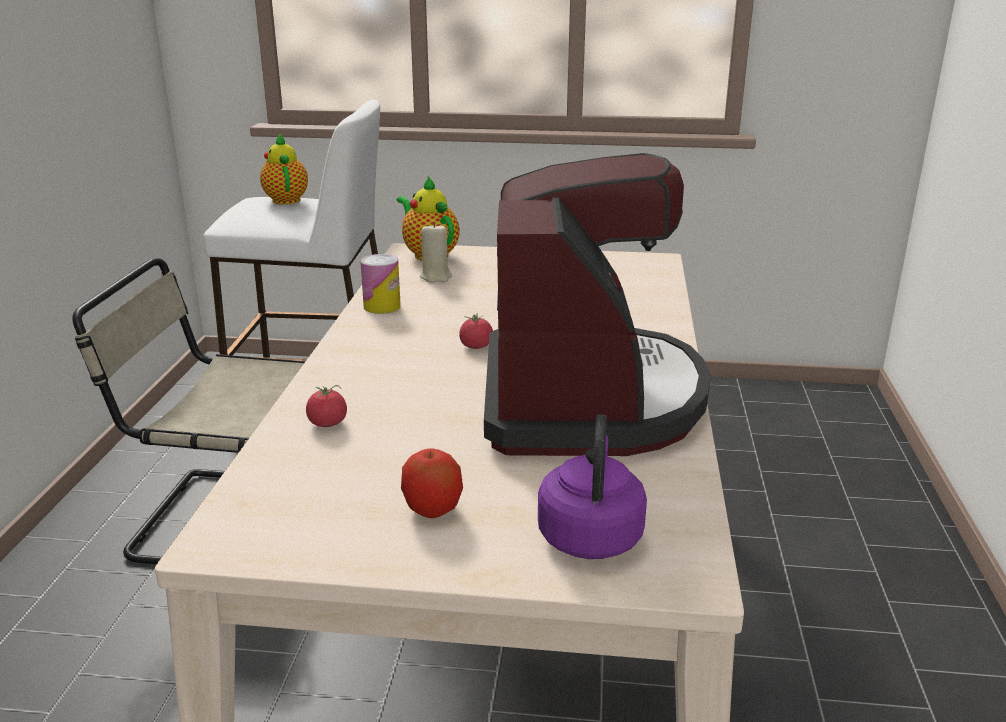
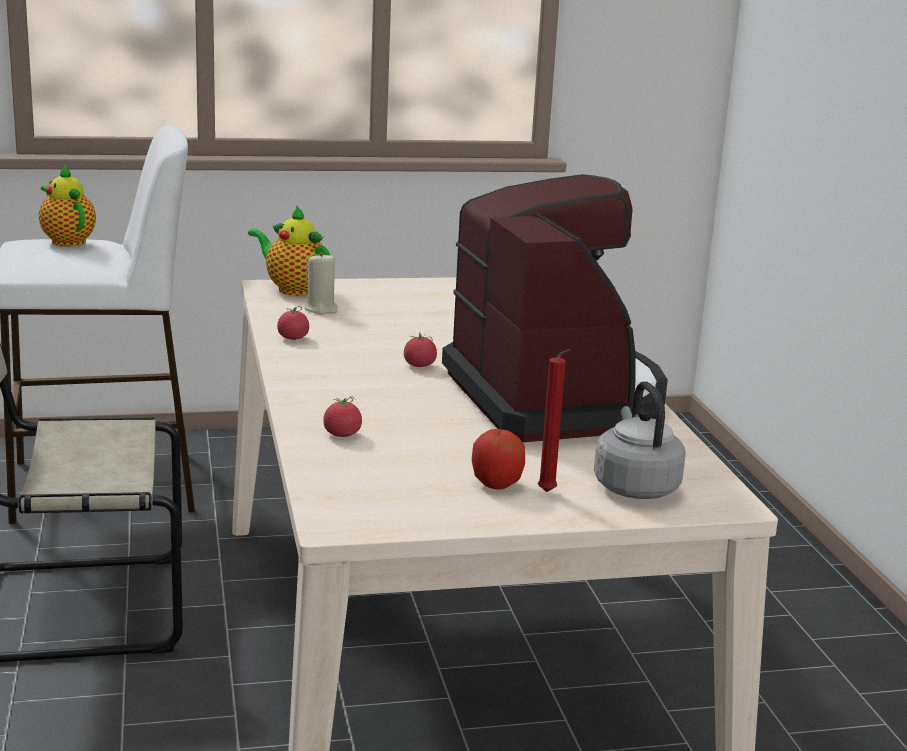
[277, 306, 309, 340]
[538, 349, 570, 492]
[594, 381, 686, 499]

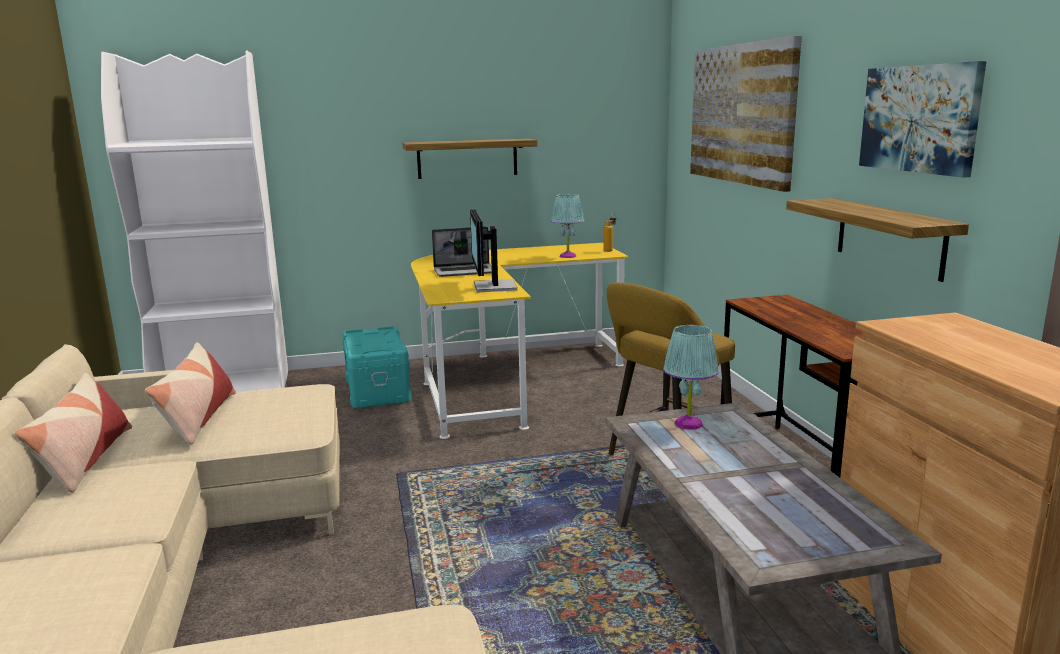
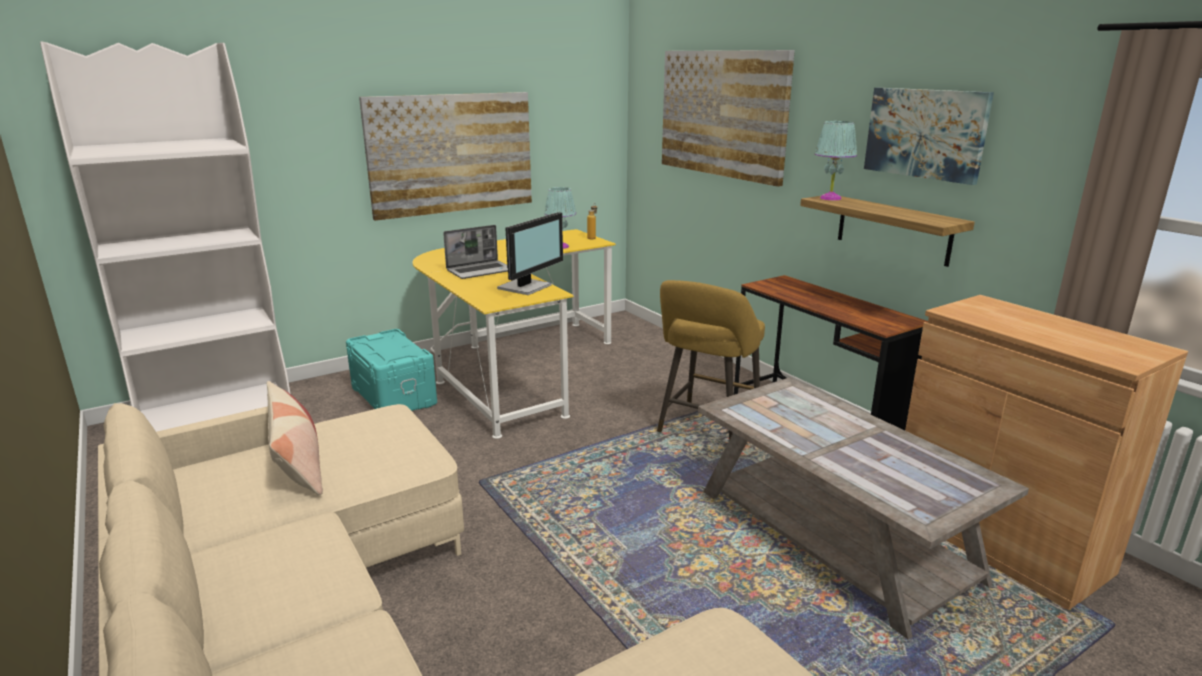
[359, 92, 532, 221]
[497, 212, 563, 295]
[815, 121, 857, 200]
[14, 373, 132, 493] (first image)

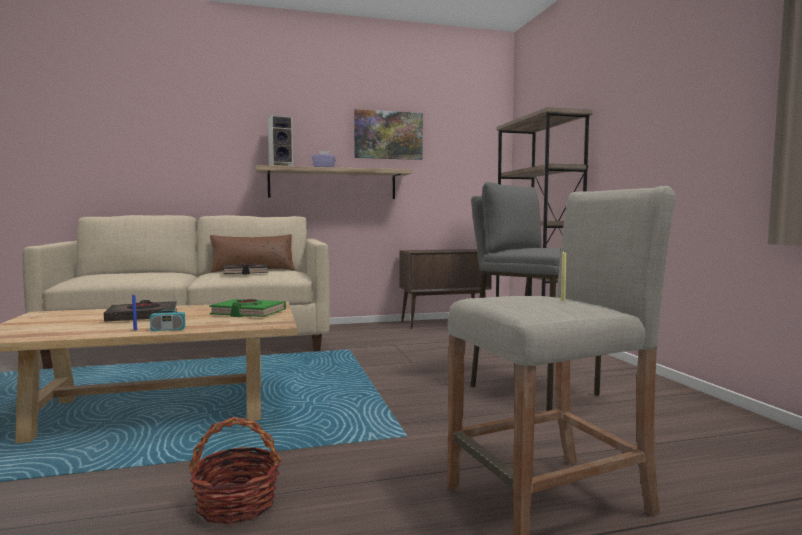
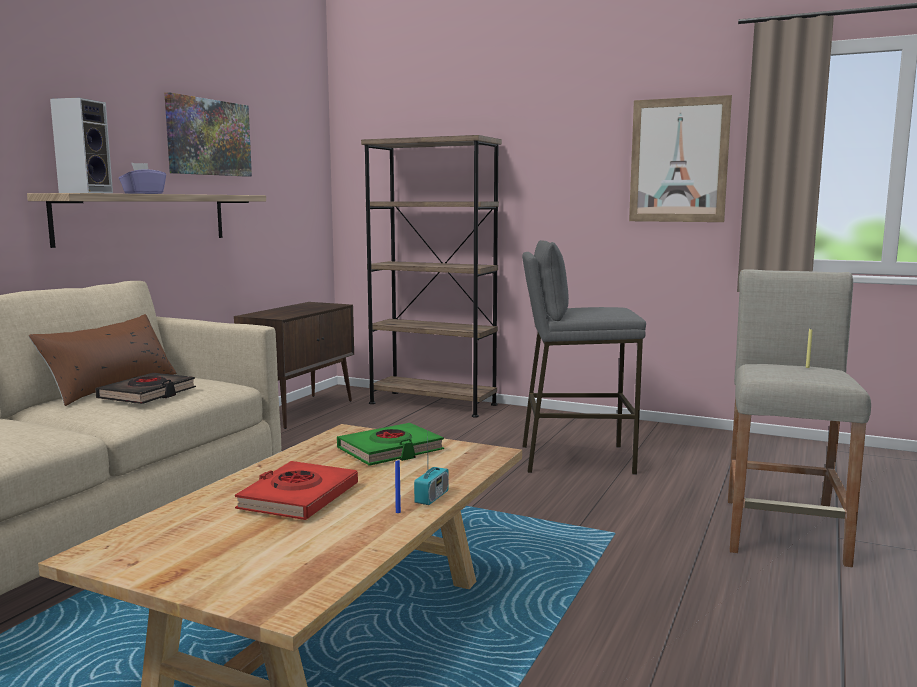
[235, 461, 358, 520]
[629, 95, 732, 222]
[189, 417, 282, 524] (first image)

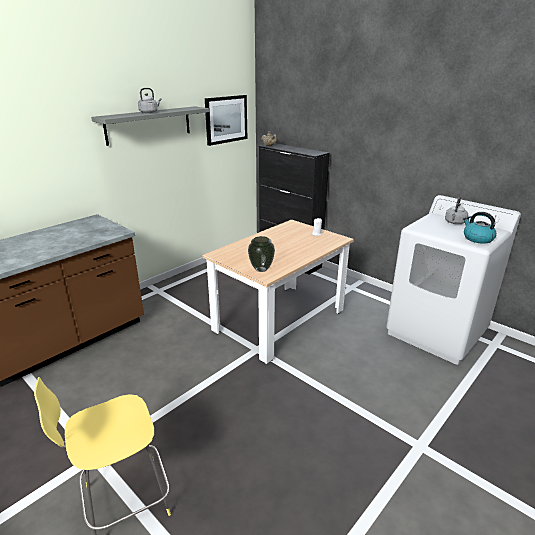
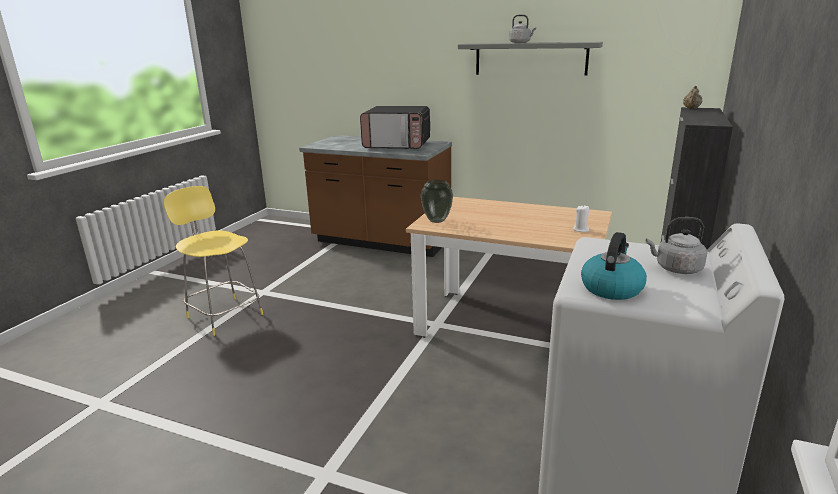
[360, 106, 430, 149]
[205, 95, 247, 146] (first image)

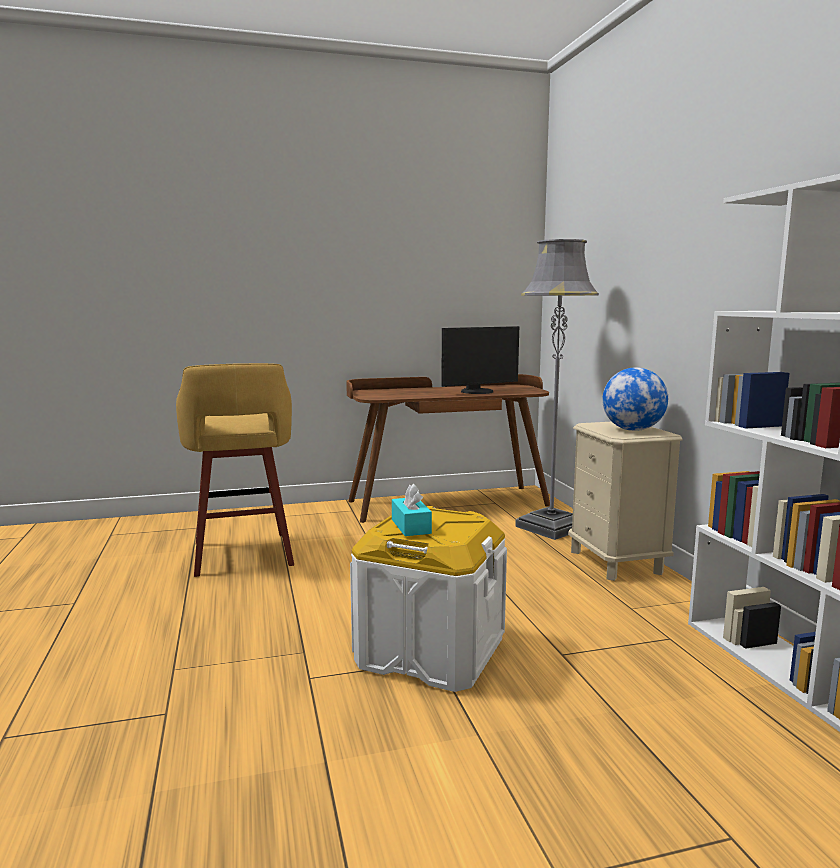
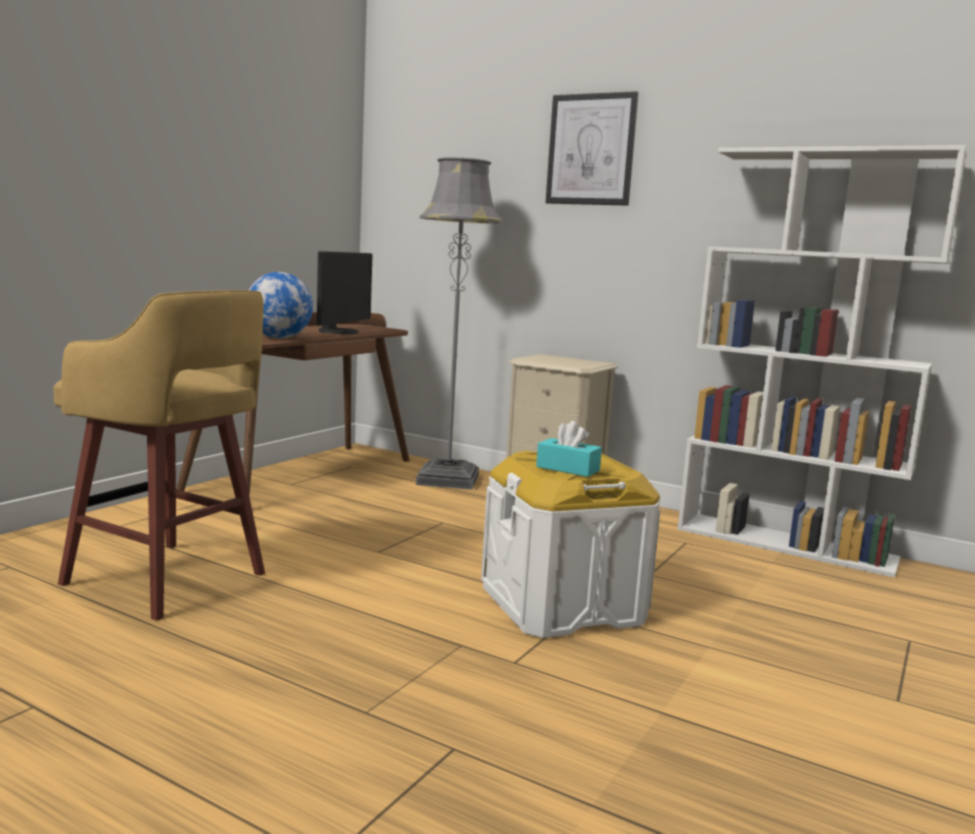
[249, 272, 313, 338]
[546, 91, 639, 206]

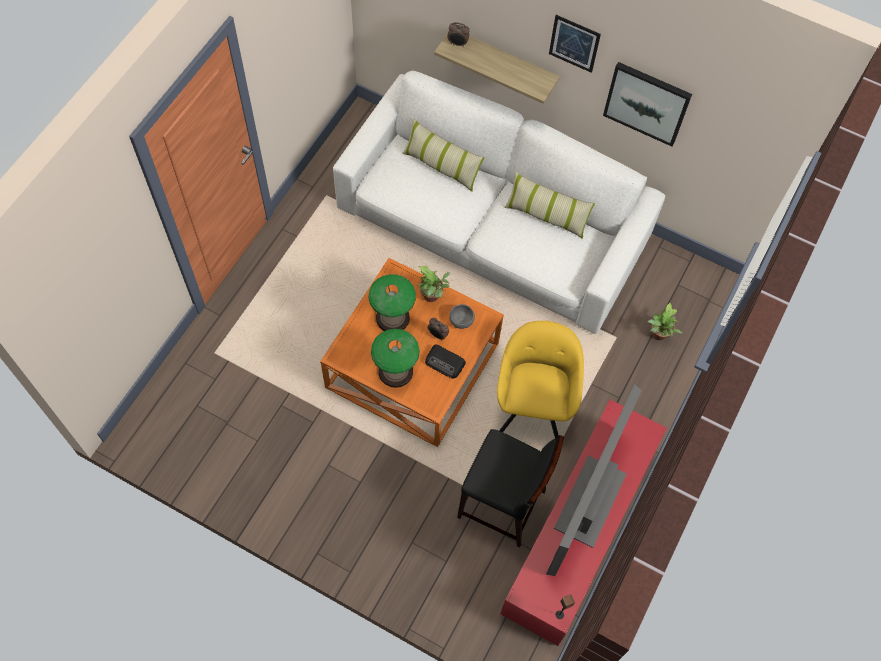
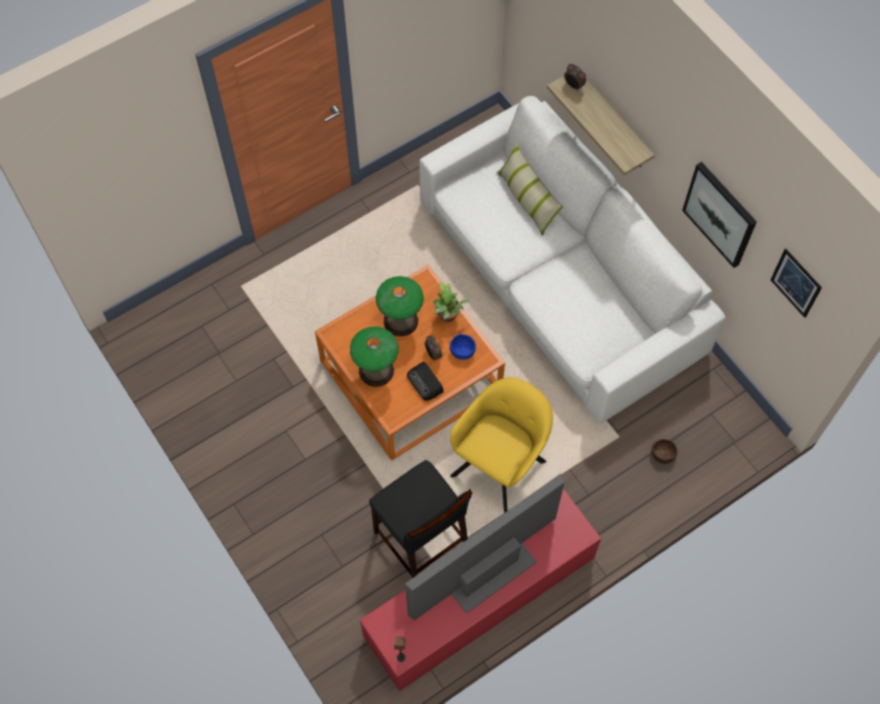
[450, 334, 476, 360]
[651, 439, 677, 464]
[771, 249, 822, 318]
[504, 171, 595, 239] (first image)

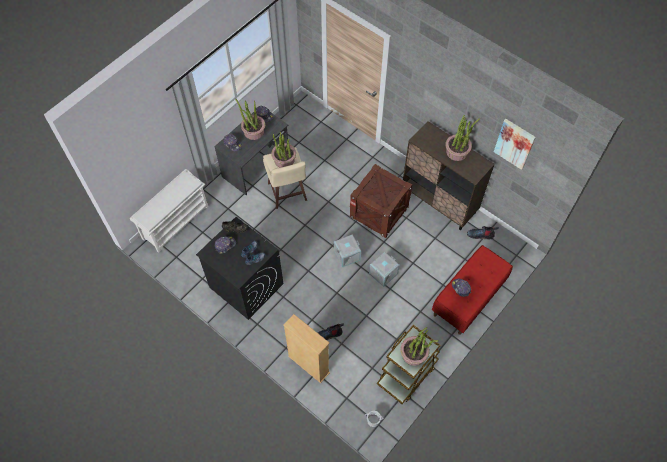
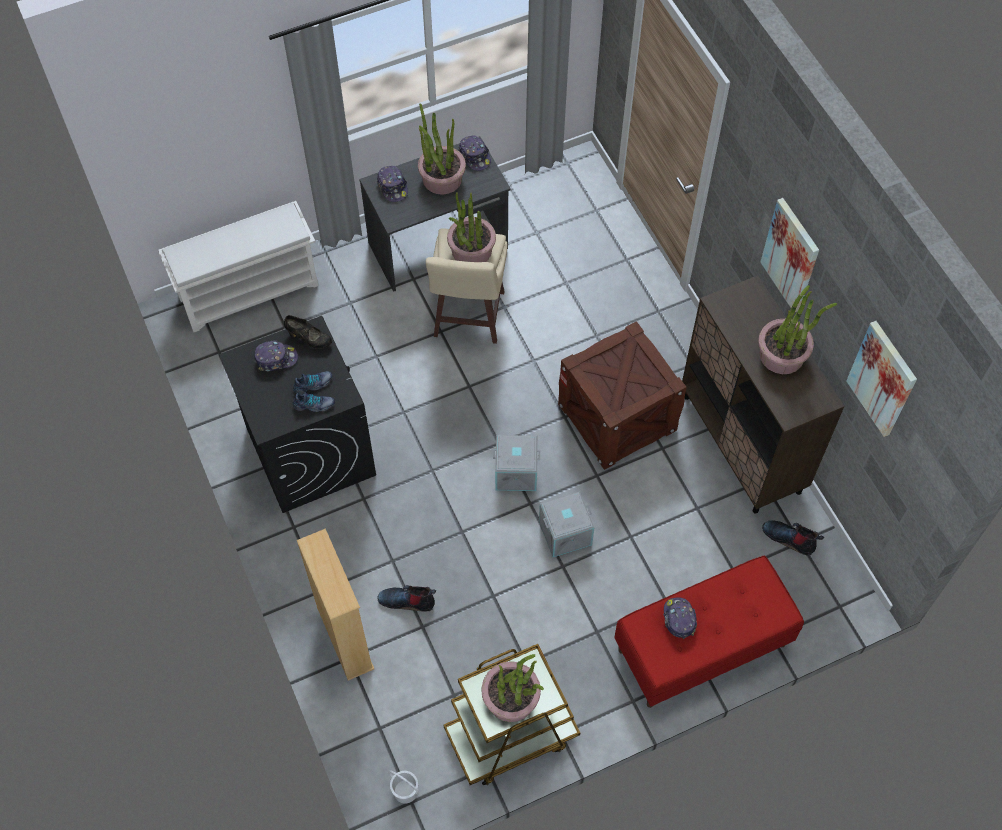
[761, 198, 819, 312]

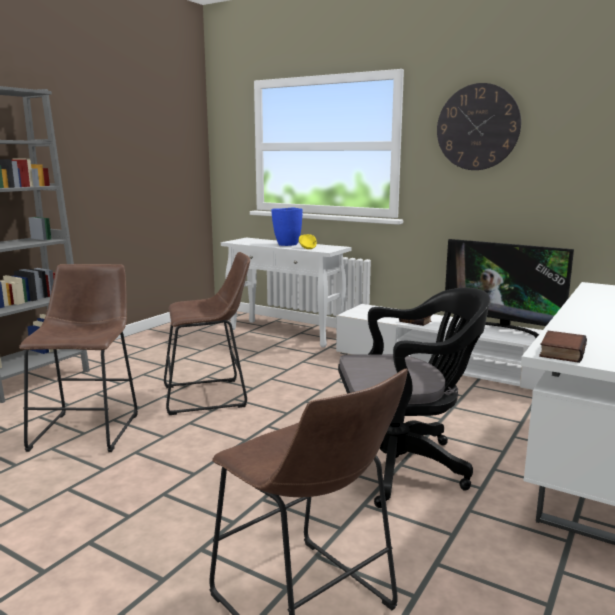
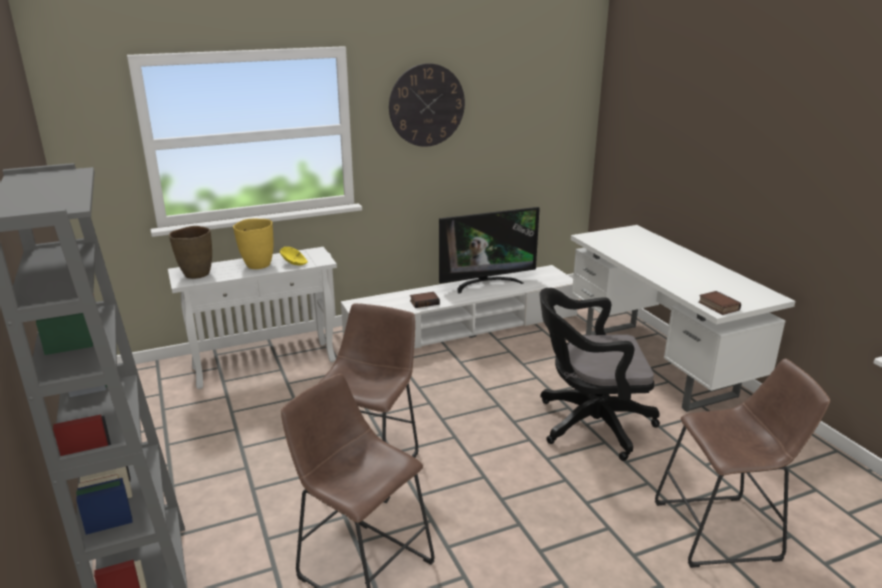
[169, 226, 212, 279]
[233, 219, 273, 269]
[539, 288, 660, 461]

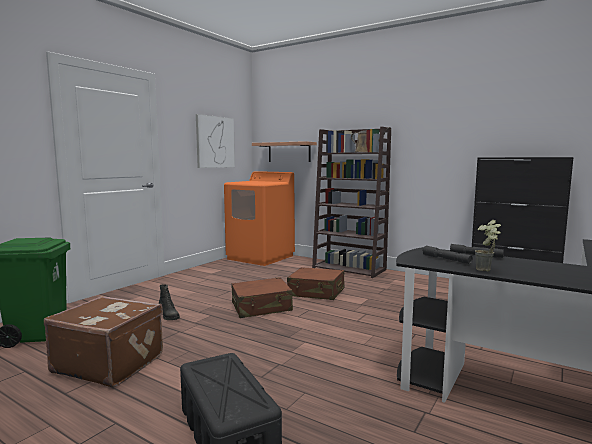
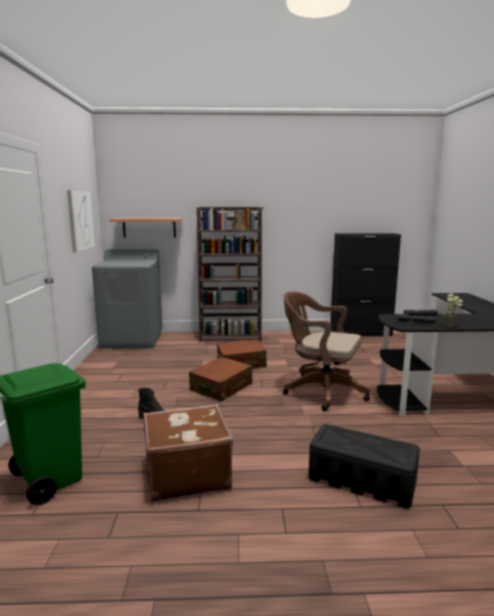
[92, 249, 163, 349]
[283, 291, 370, 411]

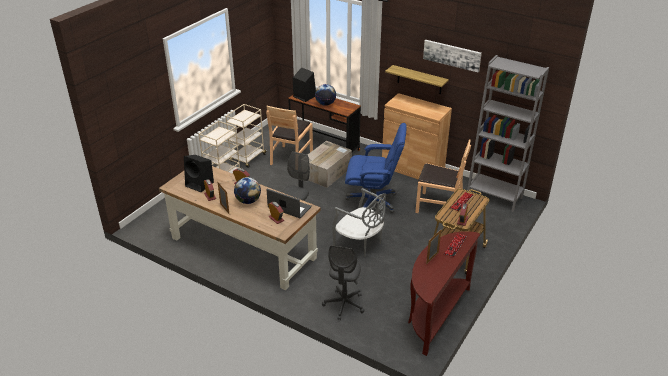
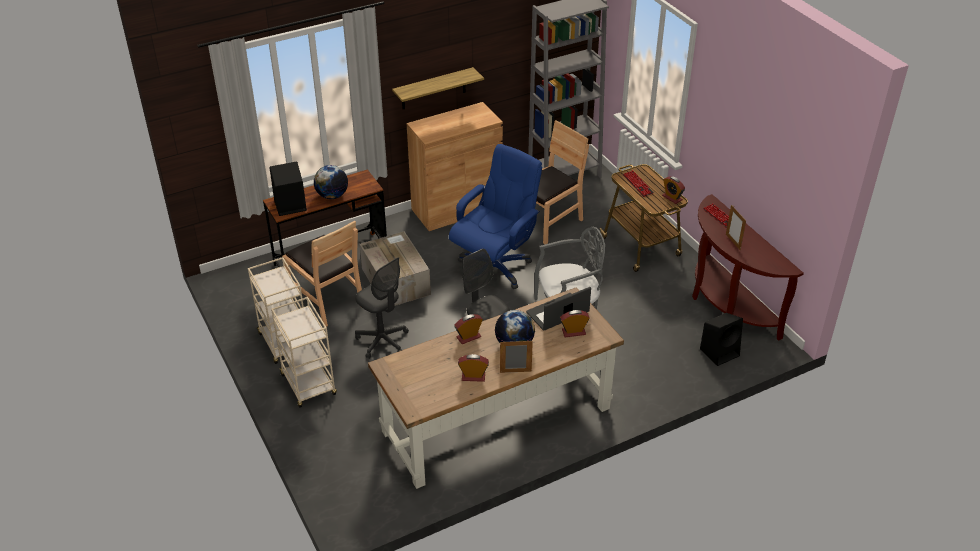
[355, 257, 409, 359]
[700, 313, 743, 366]
[423, 40, 482, 72] (first image)

